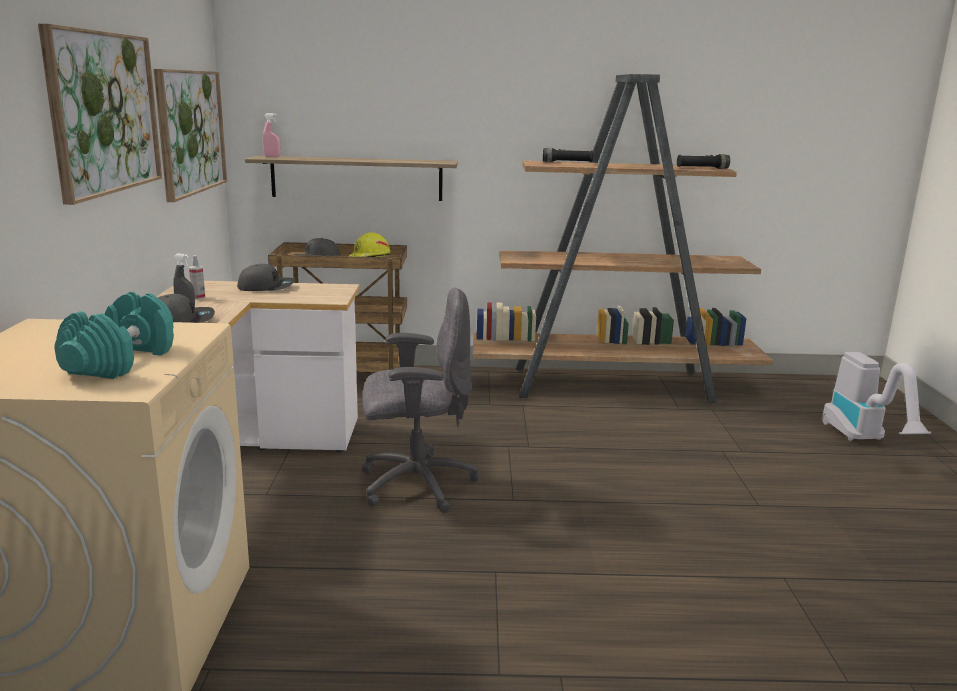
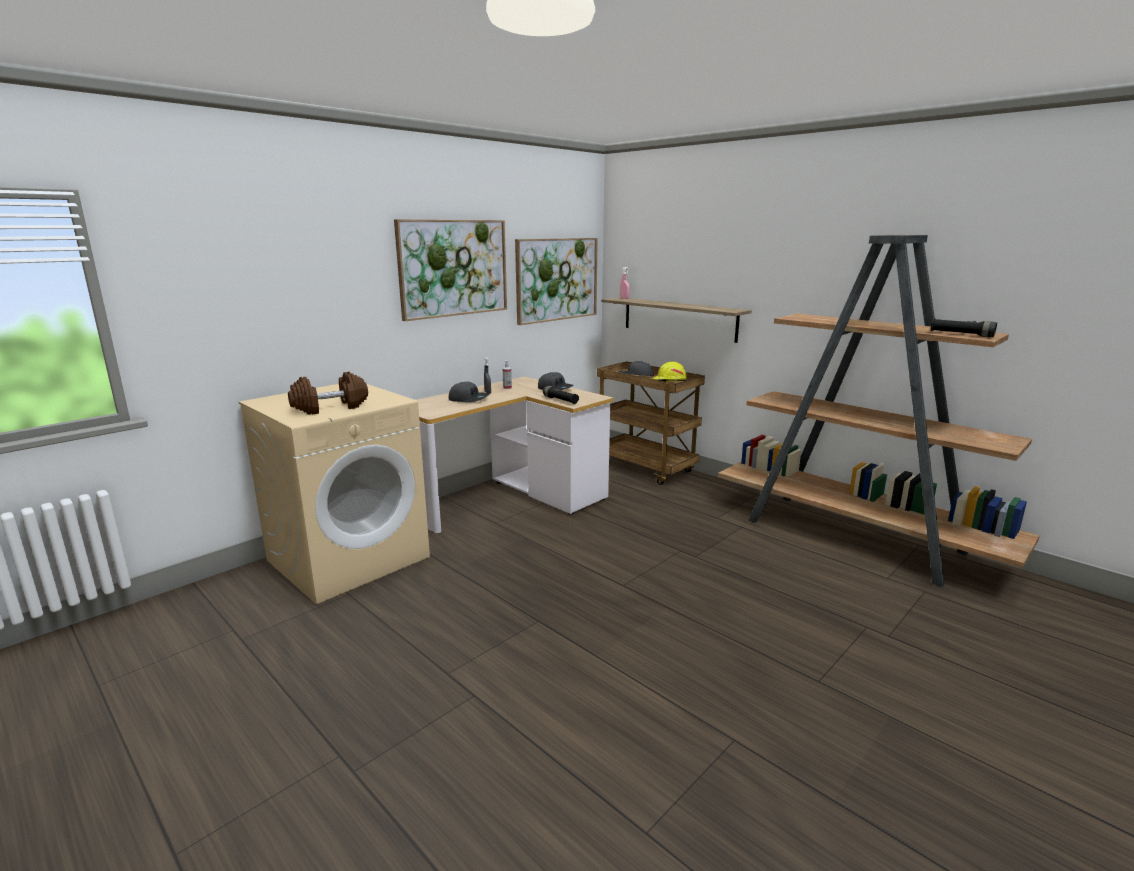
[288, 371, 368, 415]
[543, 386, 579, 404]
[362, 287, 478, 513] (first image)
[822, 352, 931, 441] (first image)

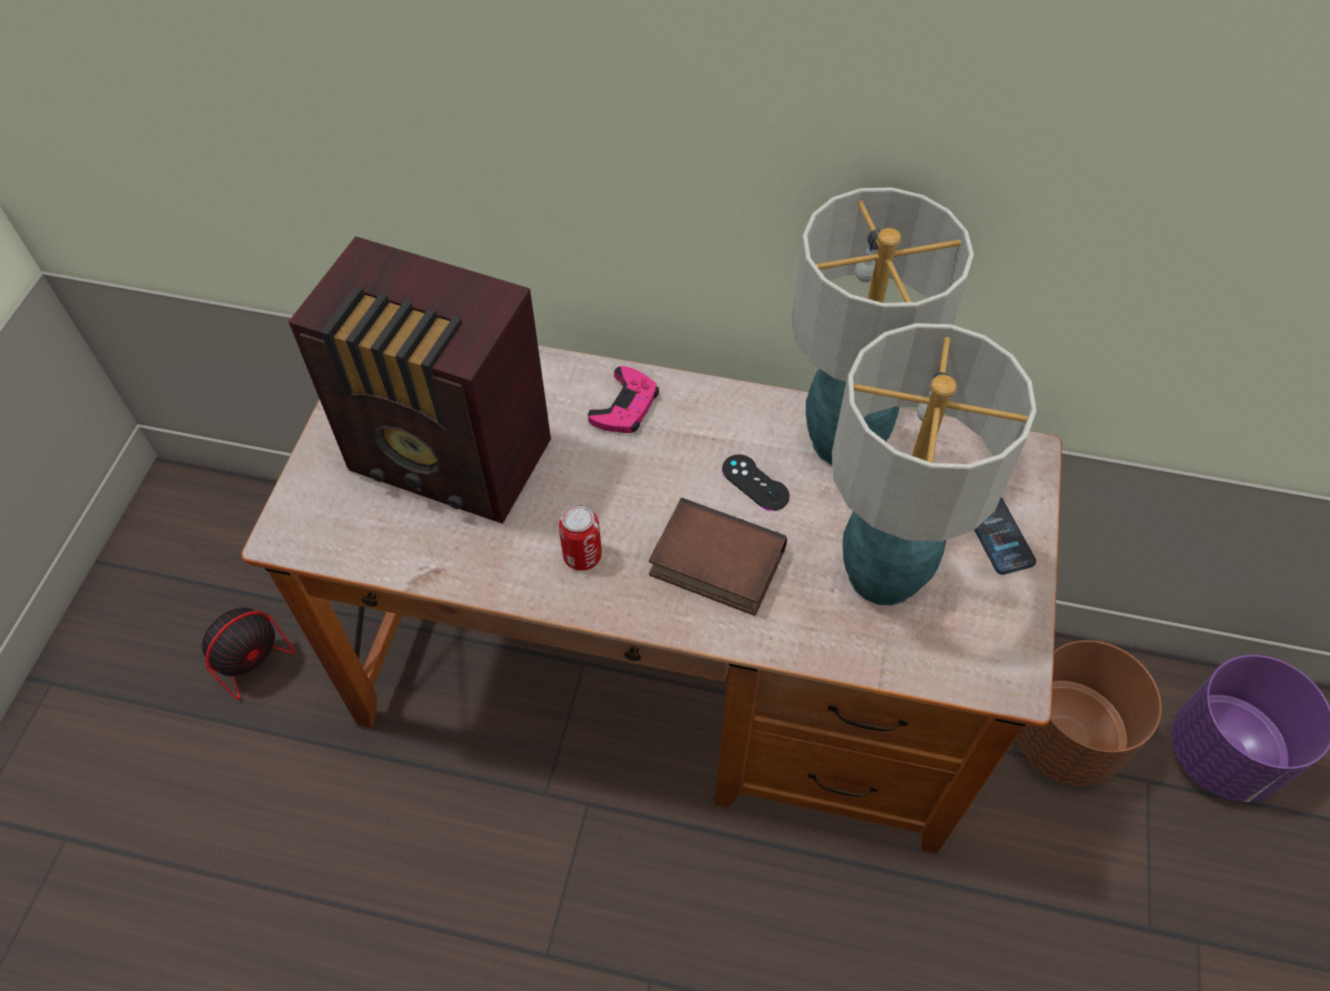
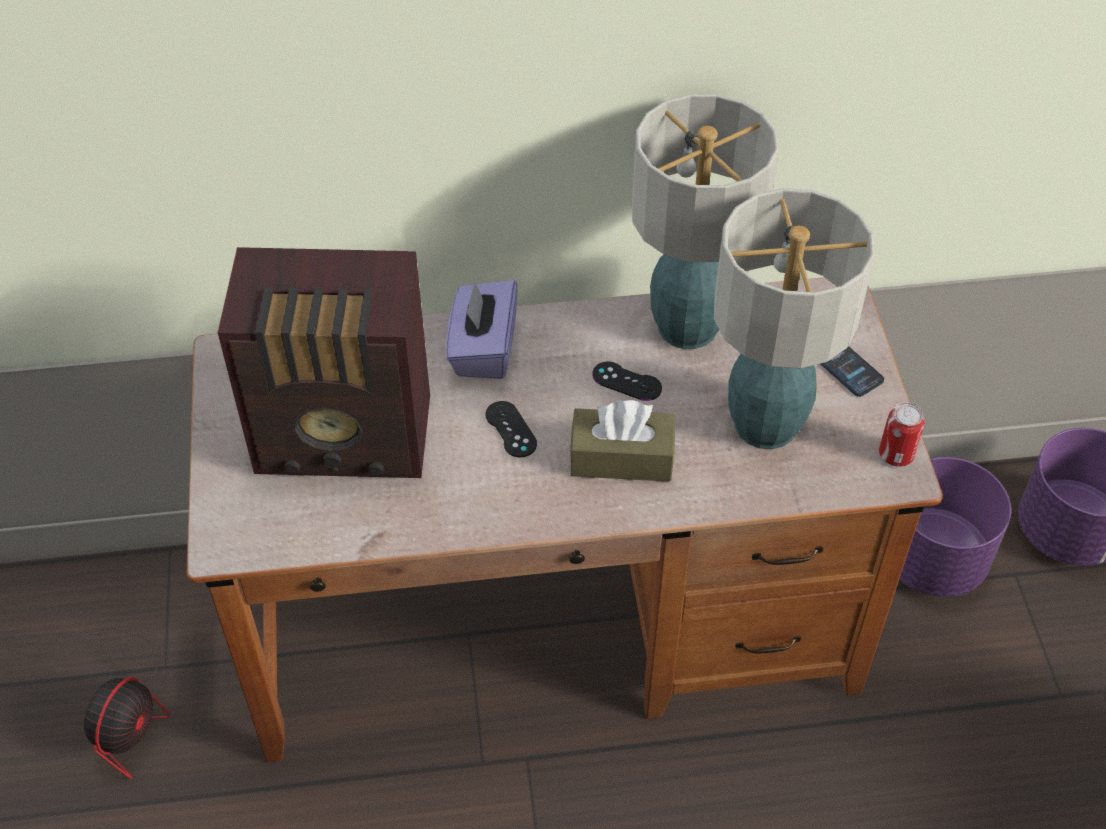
[446, 280, 518, 379]
[486, 401, 537, 457]
[570, 400, 675, 482]
[879, 402, 925, 467]
[899, 457, 1011, 597]

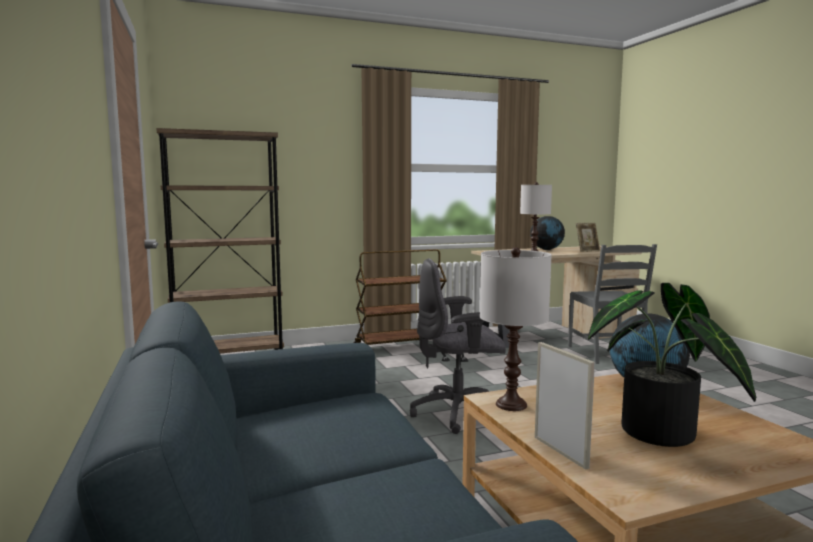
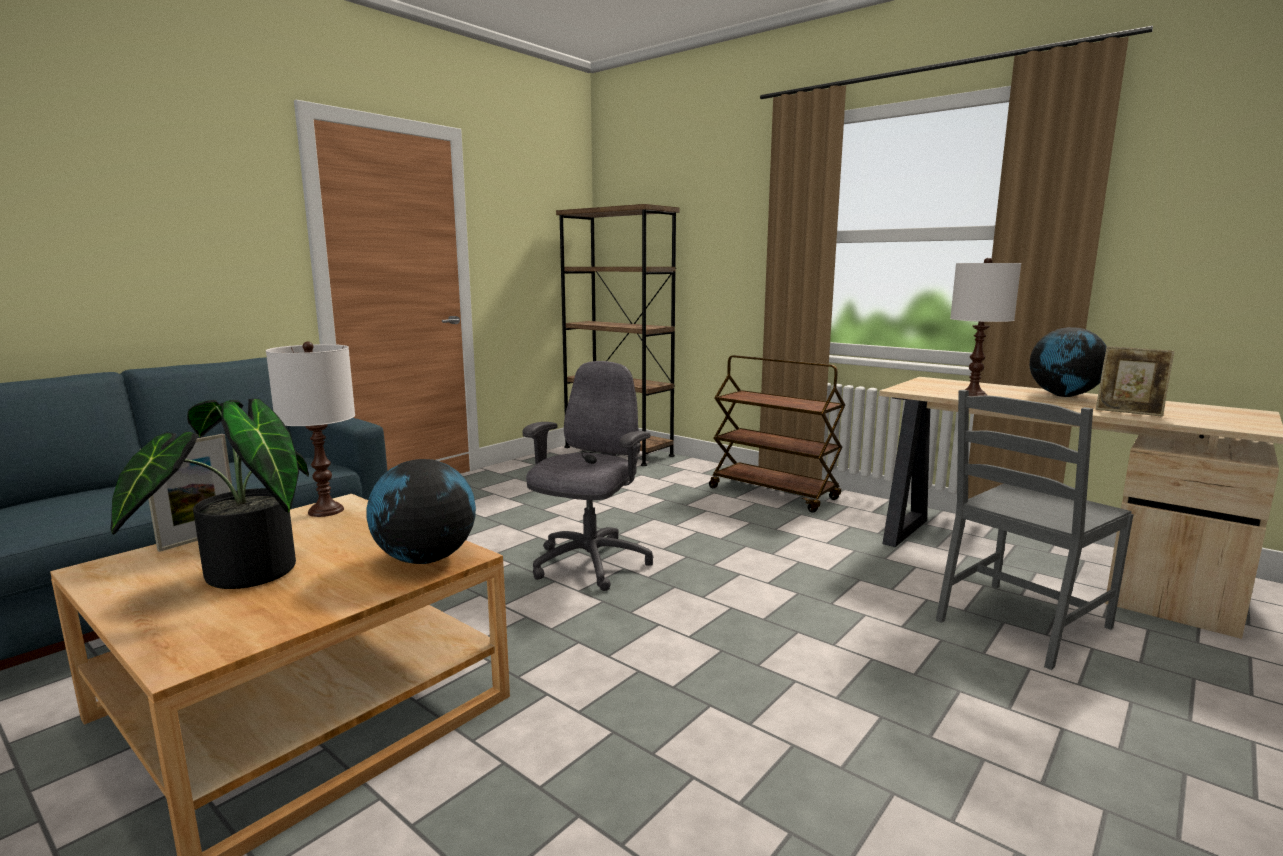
[523, 361, 653, 591]

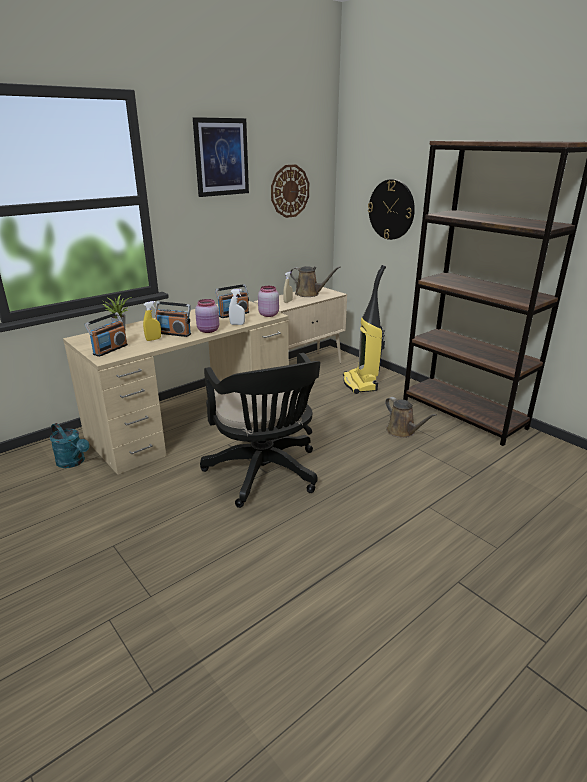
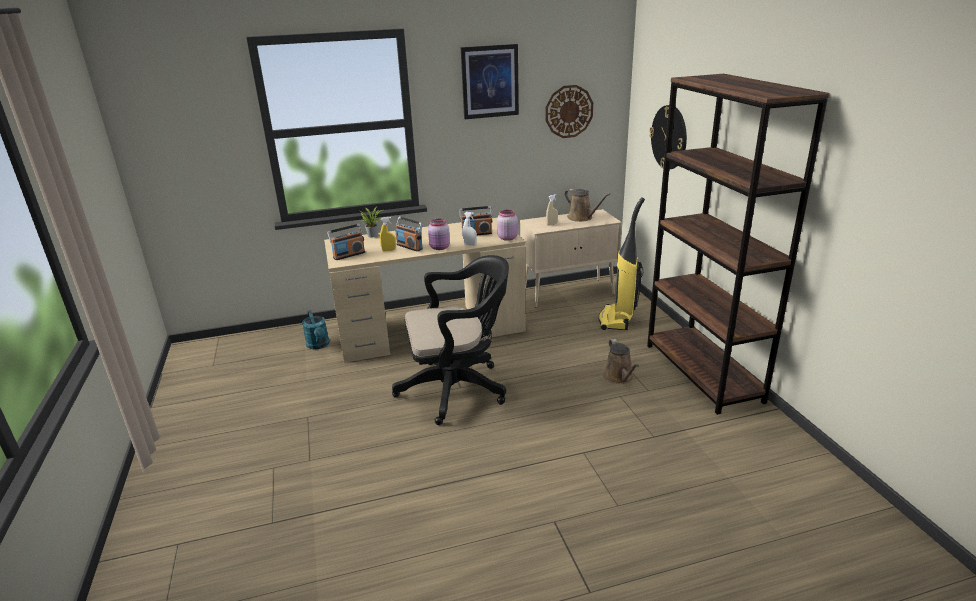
[392, 255, 509, 425]

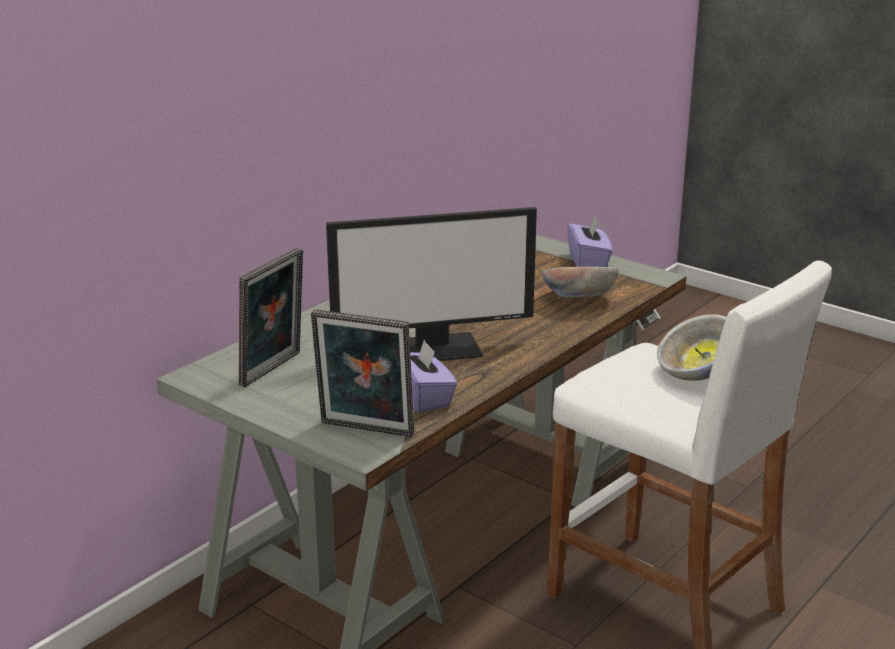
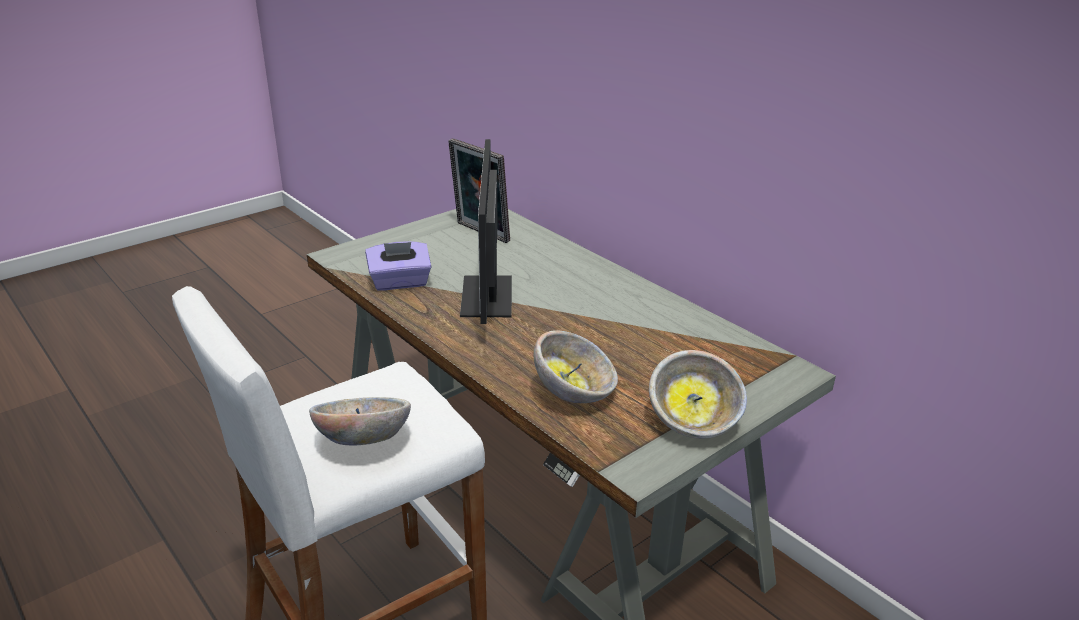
[649, 350, 747, 439]
[311, 309, 414, 437] (first image)

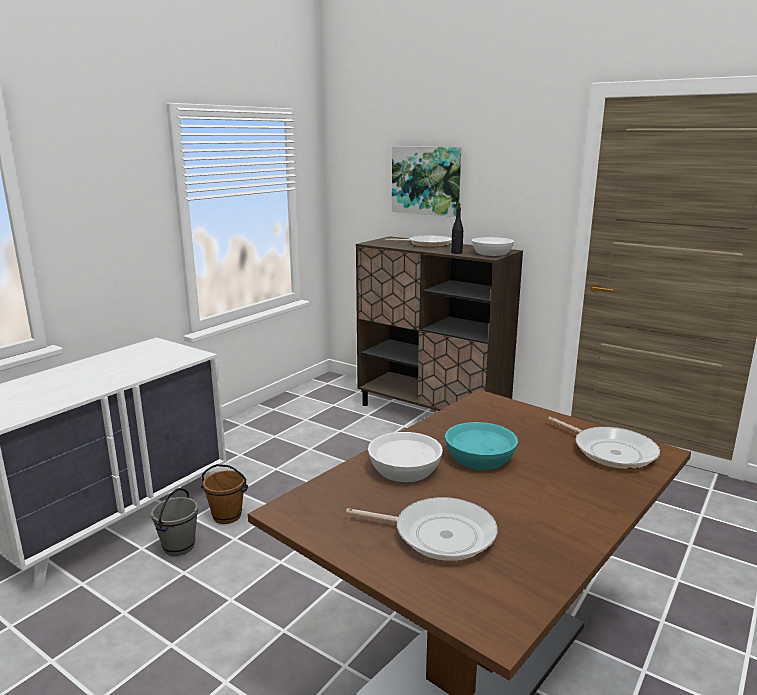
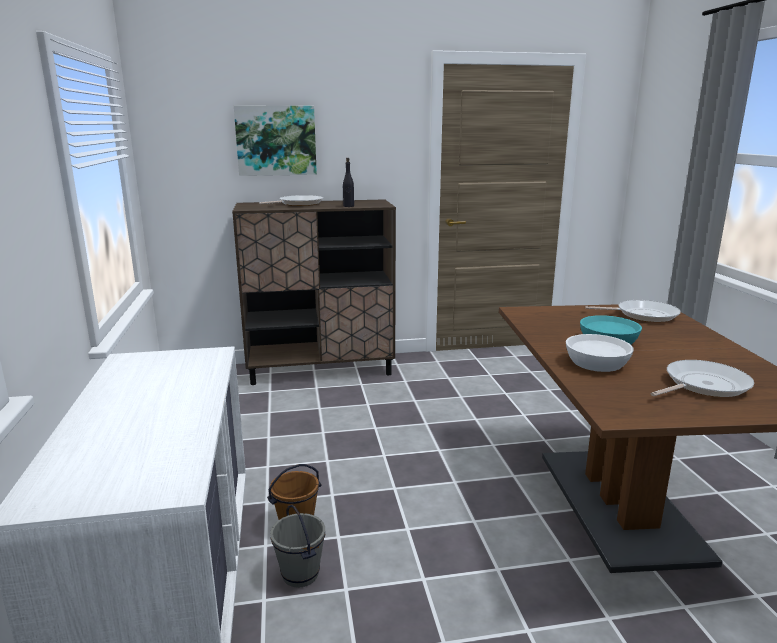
[472, 237, 514, 256] (first image)

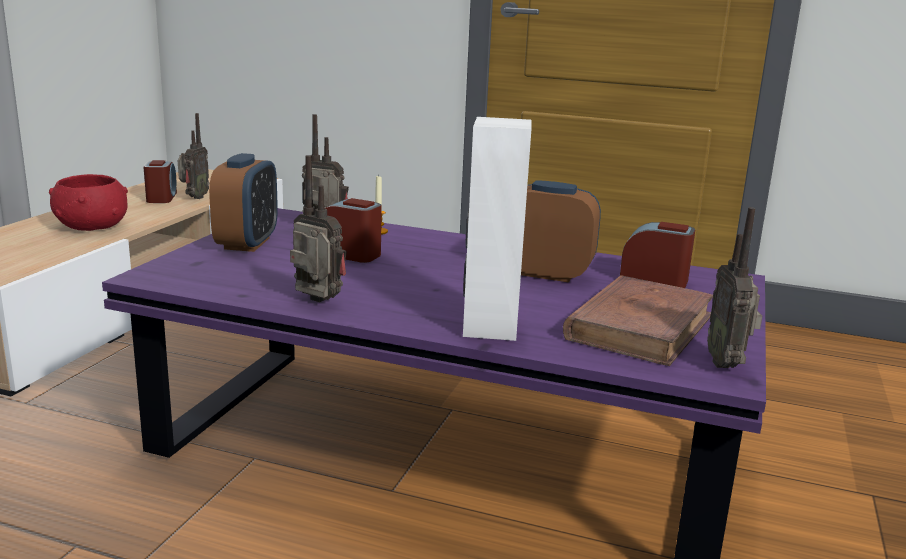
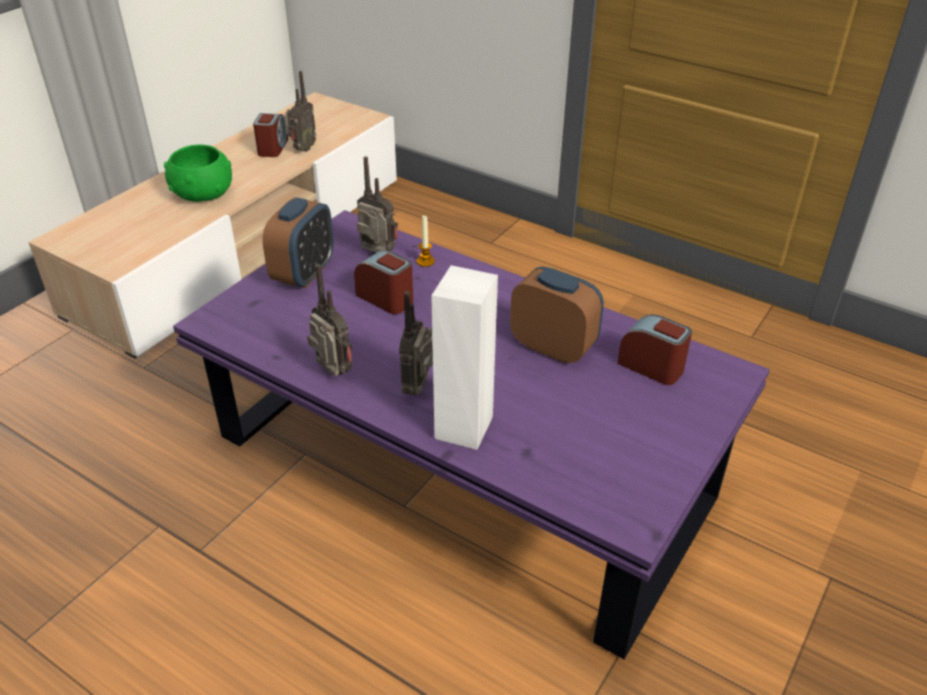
[164, 144, 232, 202]
[399, 291, 433, 395]
[563, 275, 713, 366] (first image)

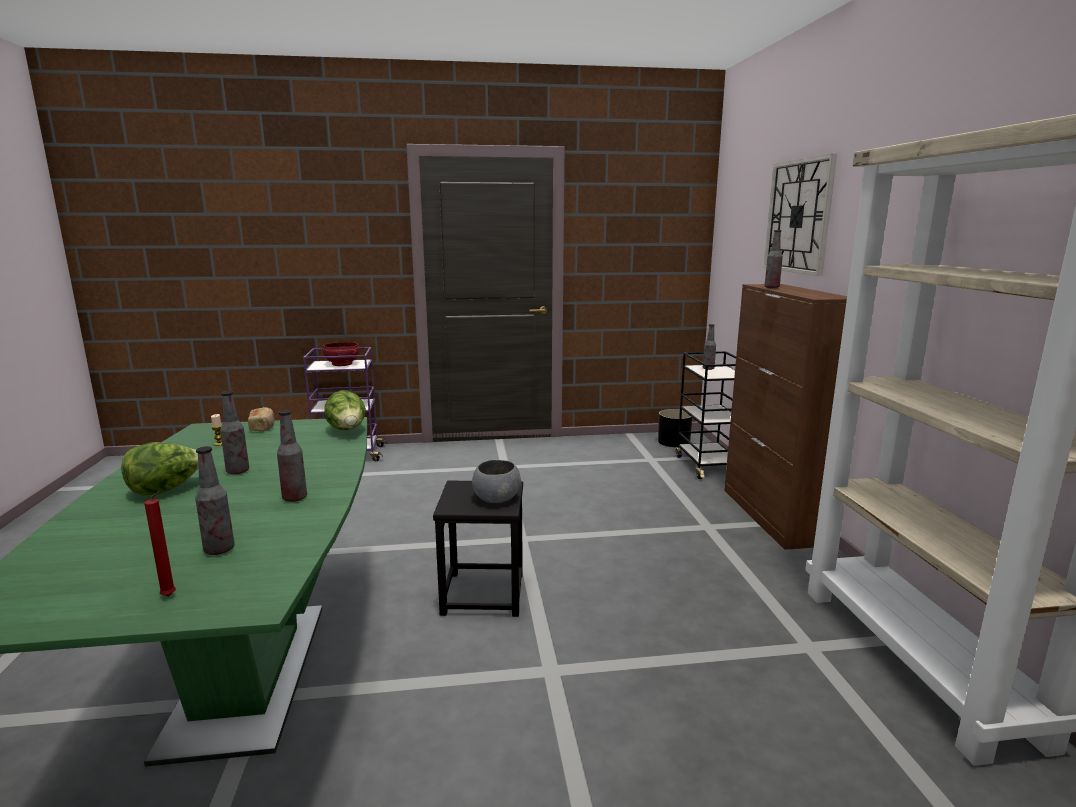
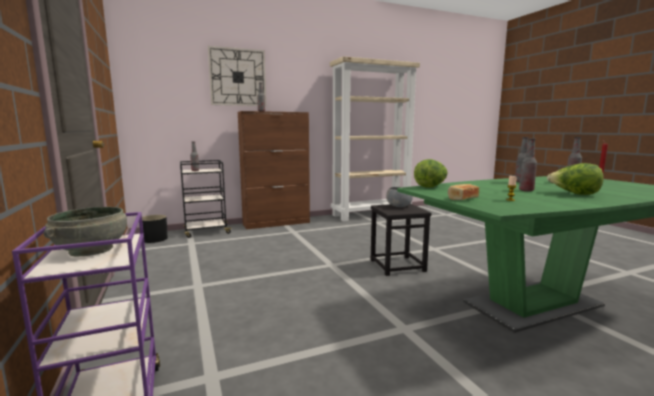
[43, 207, 127, 256]

